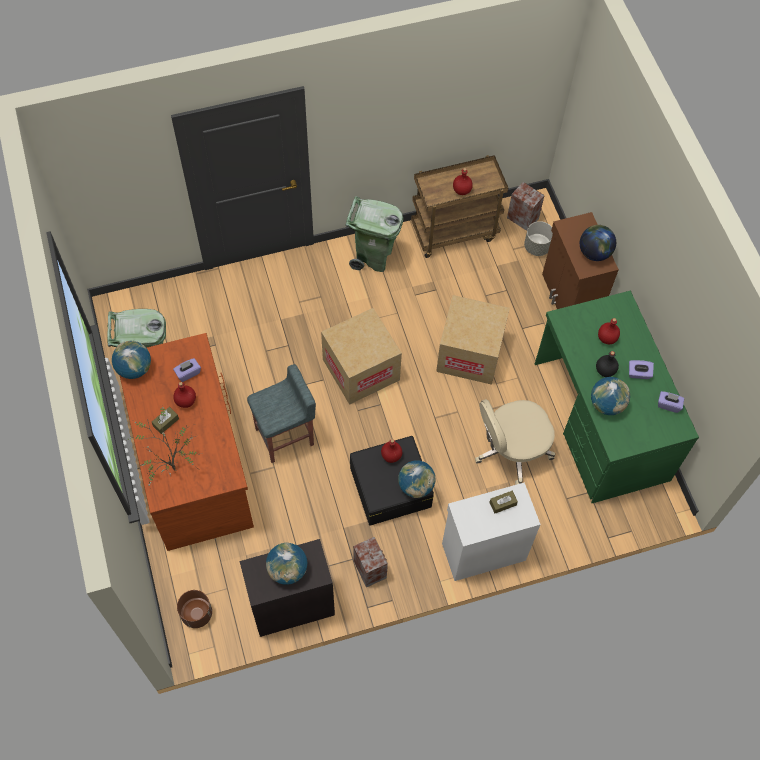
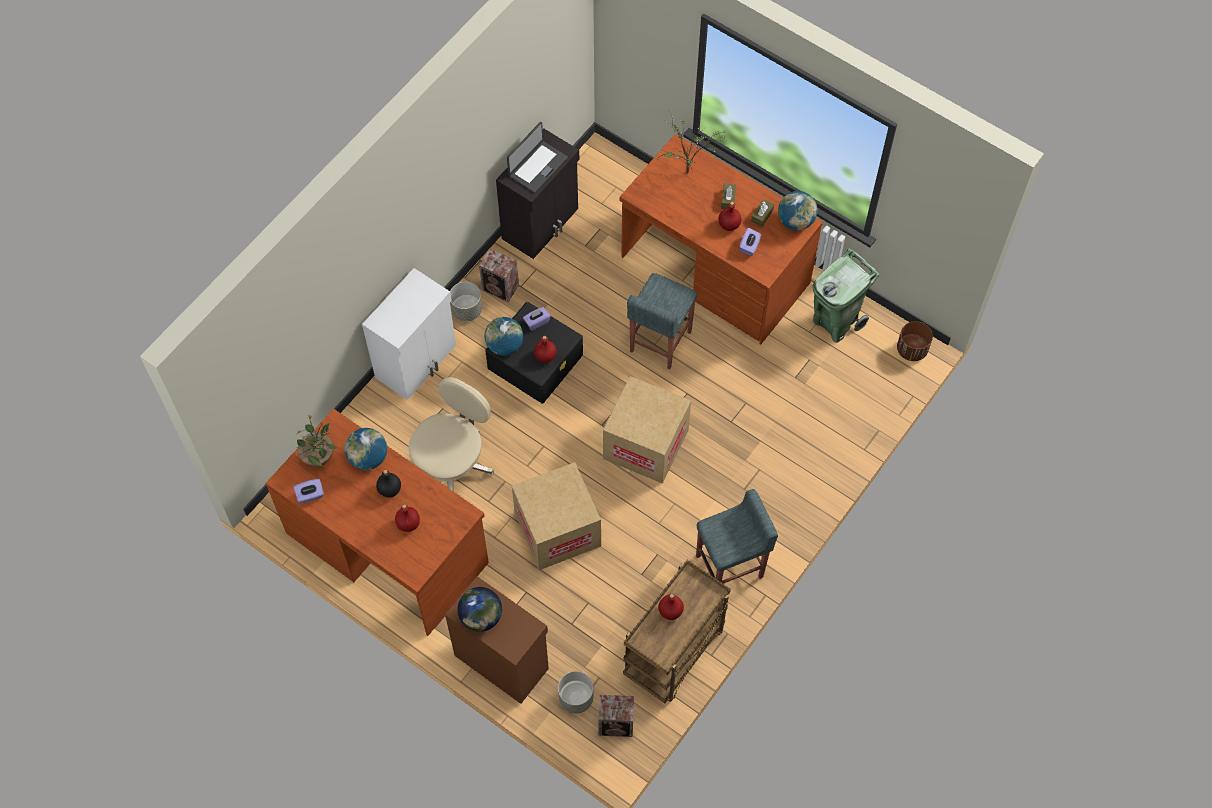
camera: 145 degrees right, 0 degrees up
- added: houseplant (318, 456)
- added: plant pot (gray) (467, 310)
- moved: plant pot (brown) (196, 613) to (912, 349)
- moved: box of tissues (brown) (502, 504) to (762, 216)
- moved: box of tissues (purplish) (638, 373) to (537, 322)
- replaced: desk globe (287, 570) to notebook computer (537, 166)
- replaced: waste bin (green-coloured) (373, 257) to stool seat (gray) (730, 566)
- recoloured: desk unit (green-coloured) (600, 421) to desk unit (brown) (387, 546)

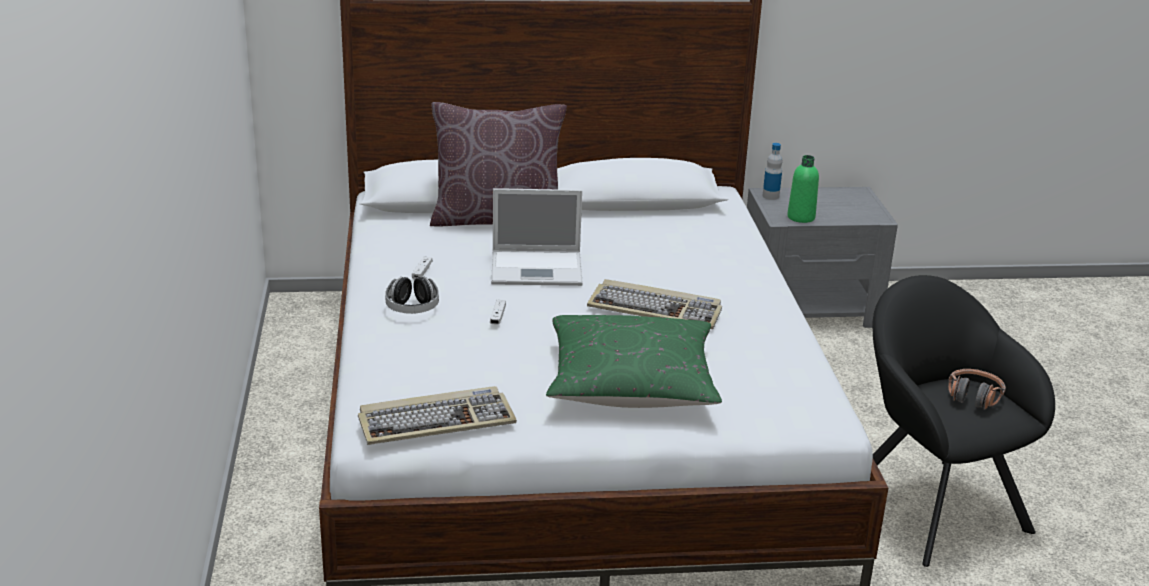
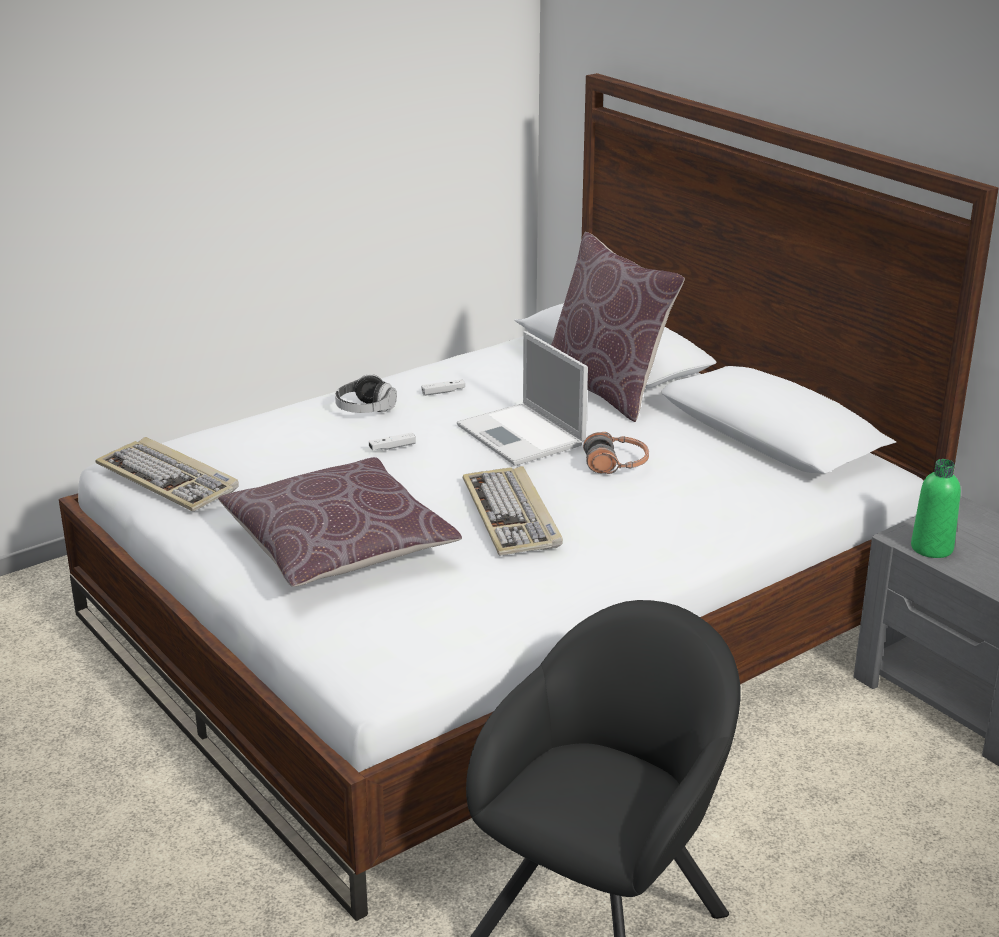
camera: 60 degrees right, 0 degrees up
- removed: beverage bottle (770, 196)
- moved: headphones (973, 396) to (616, 464)
- recoloured: throw pillow (green-coloured) (631, 383) to throw pillow (brown) (338, 547)

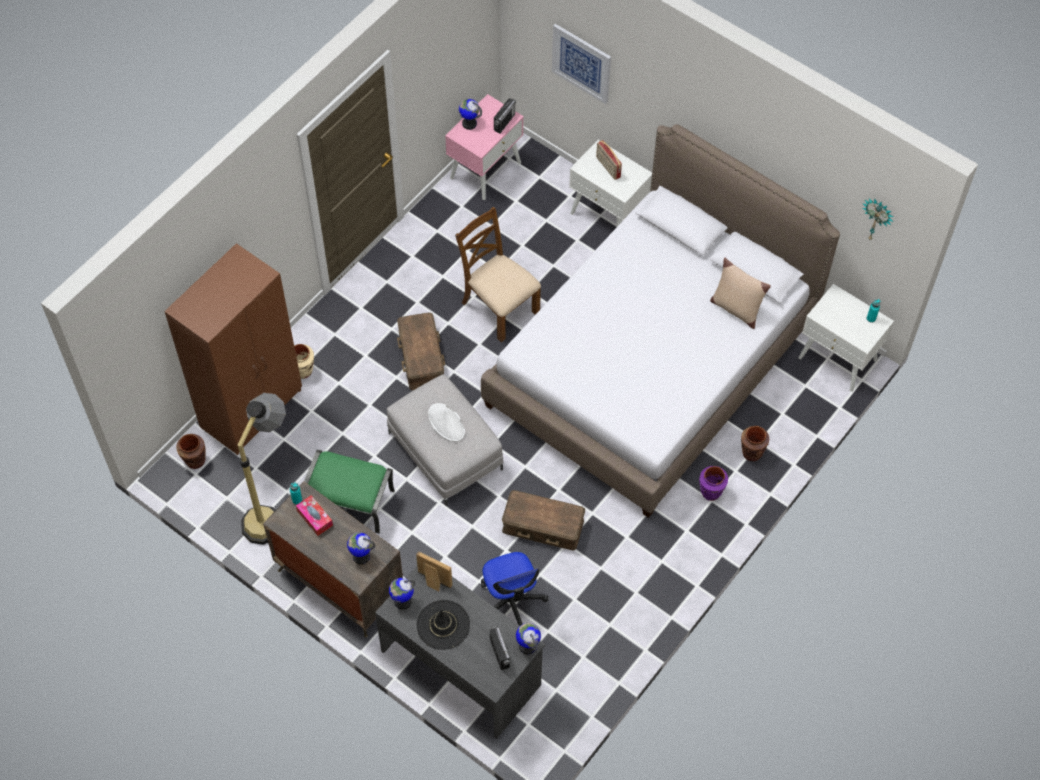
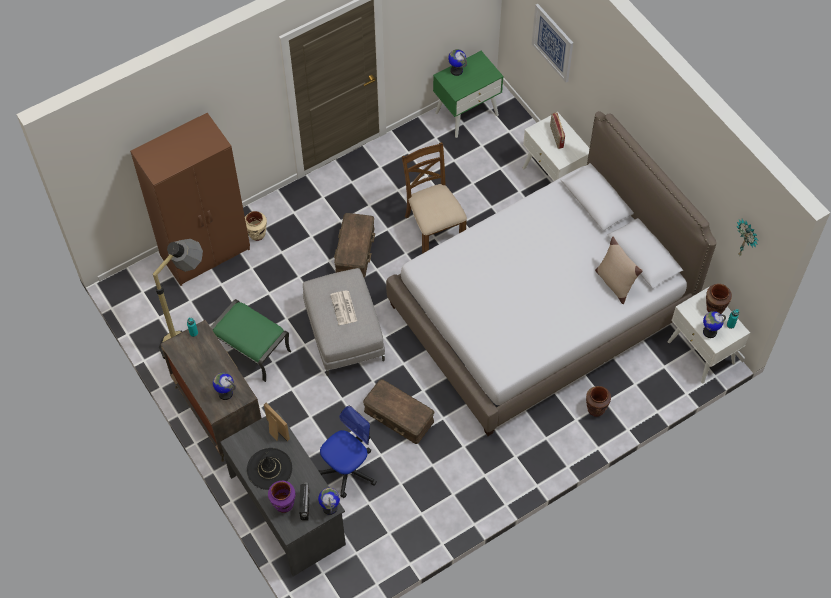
camera: 20 degrees right, 0 degrees up
- removed: box of tissues (315, 518)
- removed: radio (504, 122)
- moved: flower vase (brown) (195, 460) to (714, 308)
- moved: desk globe (402, 601) to (709, 331)
- moved: flower vase (purplish) (710, 492) to (284, 504)
- replaced: wearable hat (white-coloured) (446, 423) to daily paper (344, 308)
- recoloured: bedside table (pink) (485, 169) to bedside table (green-coloured) (467, 113)
- turned: office chair (510, 602) = (348, 470) 135 degrees counterclockwise

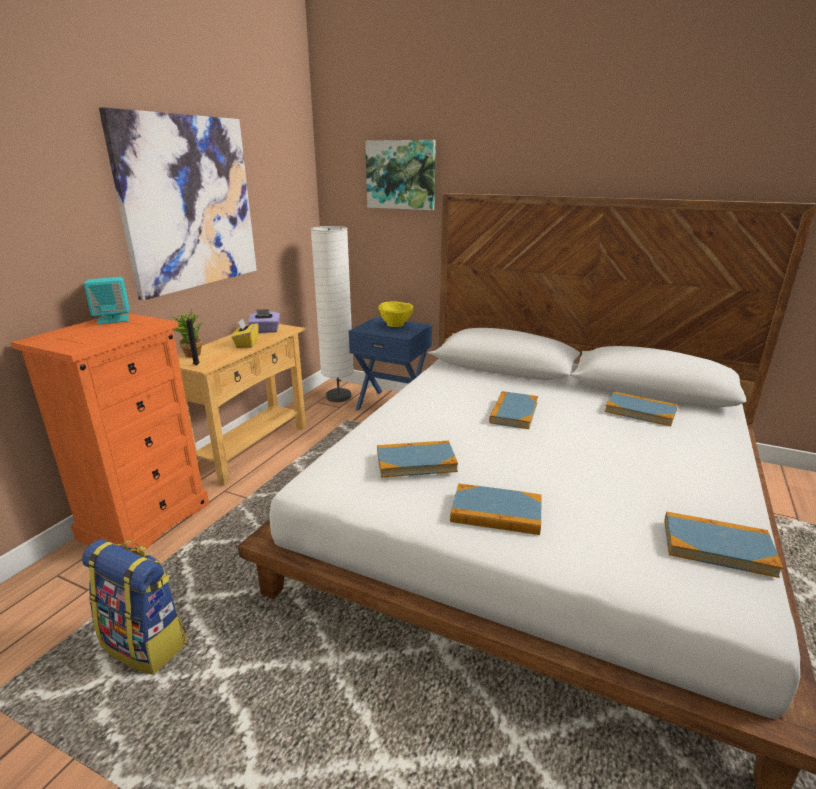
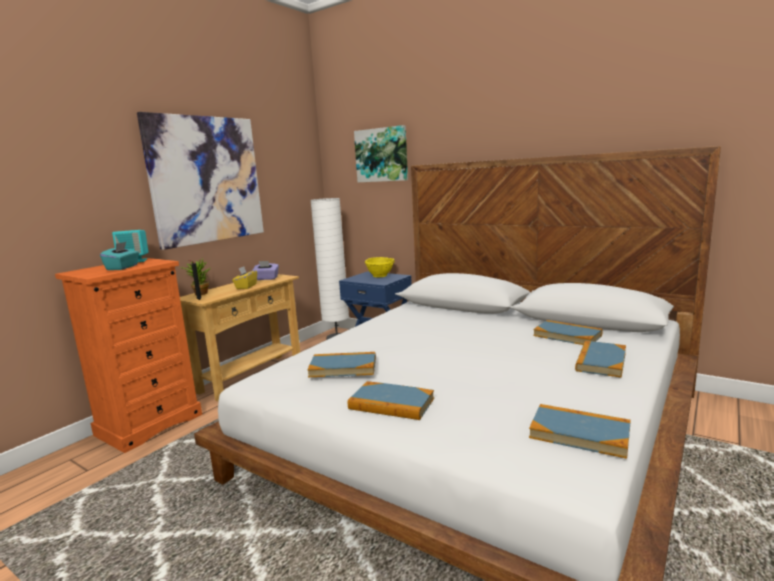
camera: 10 degrees right, 10 degrees down
- removed: knapsack (146, 643)
- added: box of tissues (turquoise-coloured) (123, 267)
- moved: book (513, 412) to (601, 361)

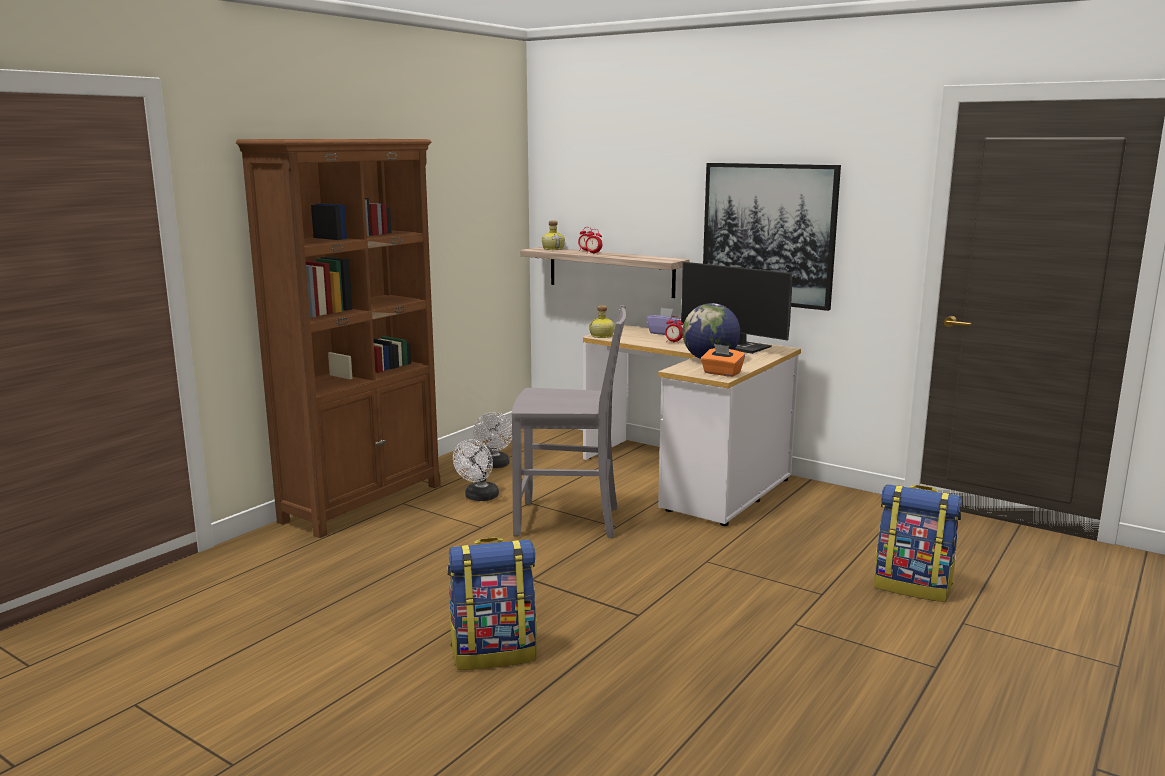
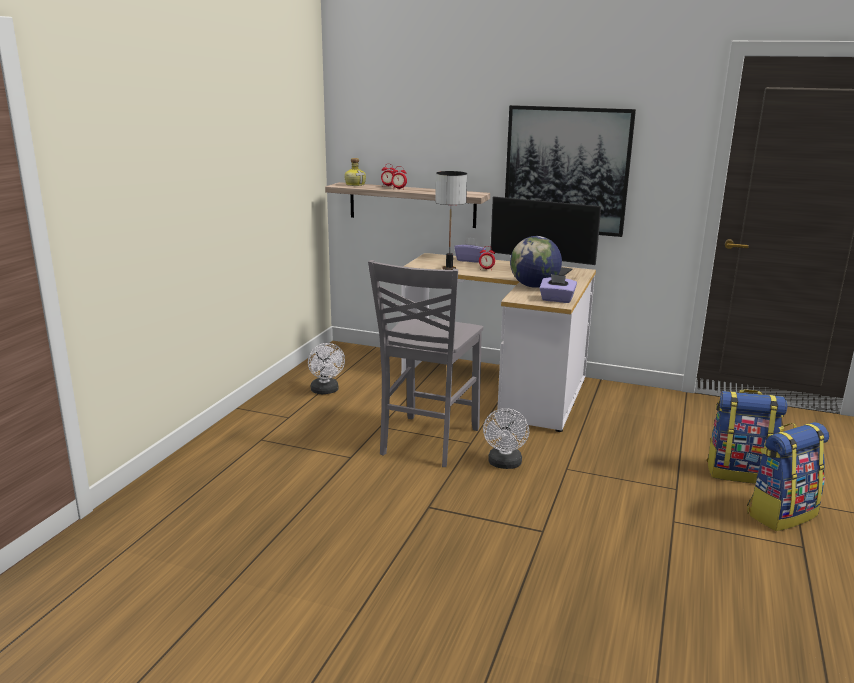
camera: 15 degrees left, 5 degrees up
- removed: bookcase (brown) (363, 502)
- removed: beverage bottle (602, 336)
- added: lamp for a table (449, 268)
- moved: knapsack (494, 653) to (780, 514)
- moved: fan (white-coloured) (479, 498) to (504, 464)
- recoloured: box of tissues (orangey) (721, 373) to box of tissues (purplish) (557, 300)
- turned: upright chair (gray) (569, 521) = (427, 442) 120 degrees clockwise

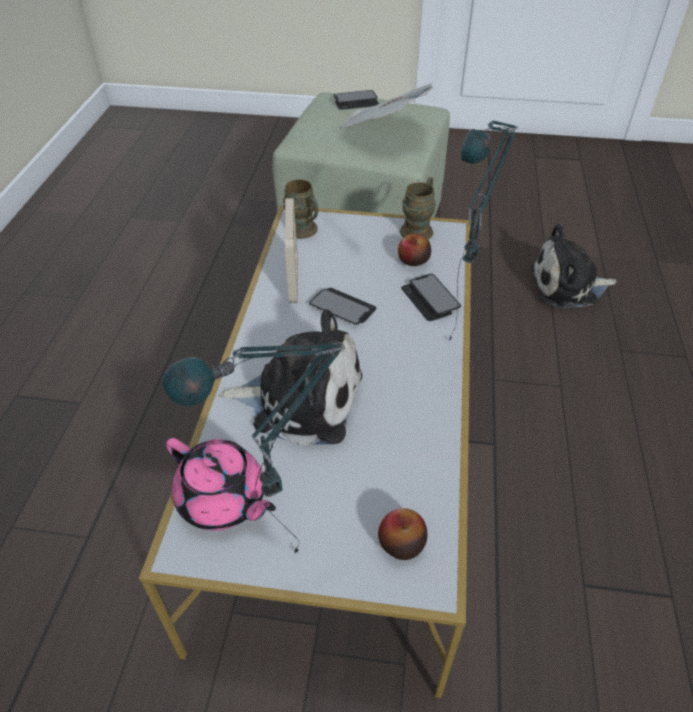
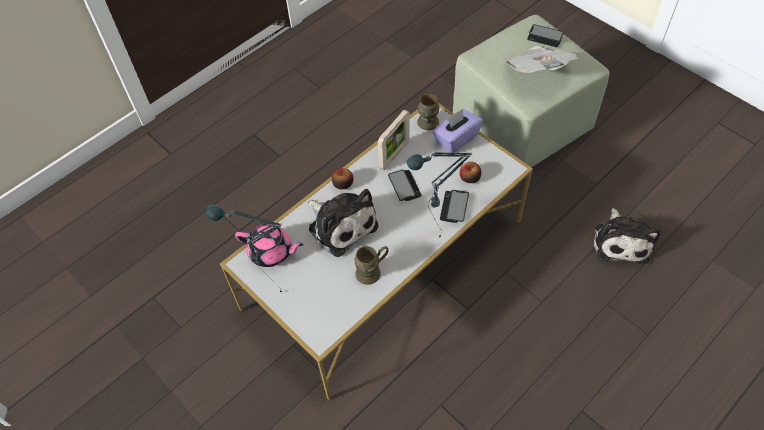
camera: 40 degrees right, 10 degrees up
- added: box of tissues (purplish) (456, 139)
- moved: apple fruit (401, 543) to (343, 183)
- moved: coffee mug (brown) (419, 228) to (372, 271)
- turned: pot for tea (pink) (223, 500) = (271, 252) 60 degrees counterclockwise
- turned: plush toy (568, 286) = (621, 241) 120 degrees counterclockwise

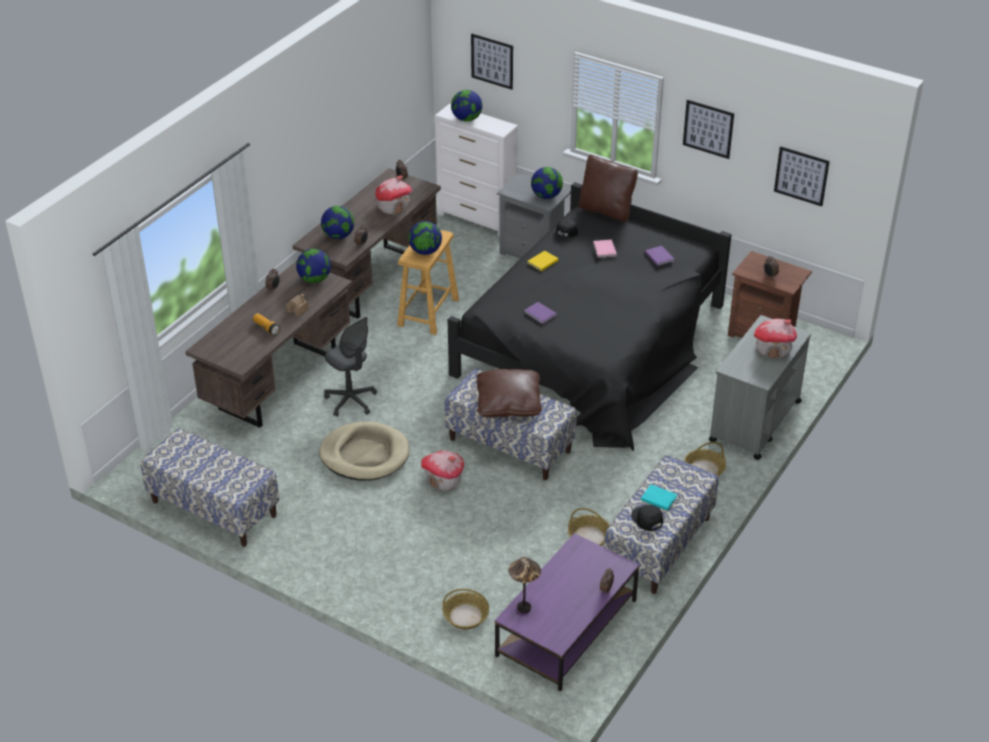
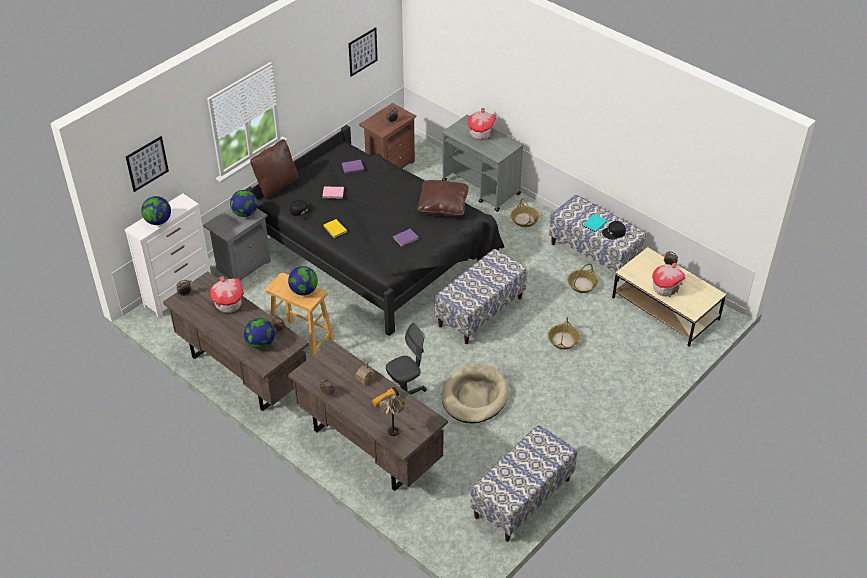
camera: 80 degrees left, 5 degrees up
- removed: desk globe (314, 279)
- removed: wall picture (708, 129)
- moved: miniature house (443, 480) to (666, 288)
- moved: household basket (465, 616) to (563, 340)
- moved: throw pillow (brown) (508, 403) to (442, 205)
- moved: lamp for a table (524, 608) to (393, 432)
- recoloured: coffee table (purplish) (566, 628) to coffee table (beige-coloured) (666, 308)

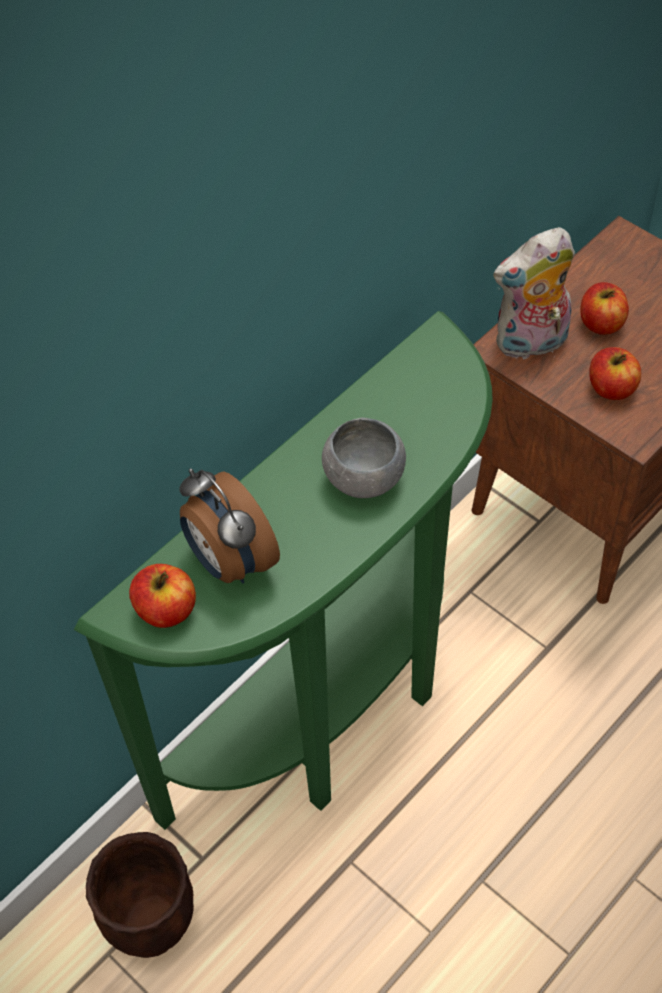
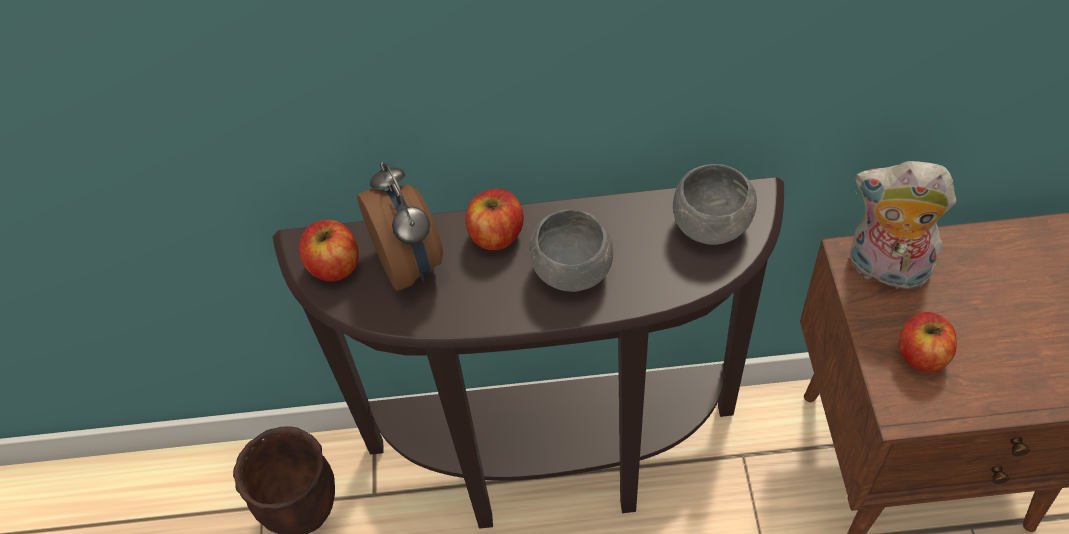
camera: 45 degrees right, 0 degrees up
- added: serving bowl (gray) (711, 225)
- moved: apple fruit (601, 323) to (496, 235)
- recoloured: narrow table (green-coloured) (336, 713) to narrow table (brown) (555, 467)
- turned: alarm clock (229, 562) = (411, 263) 150 degrees clockwise

